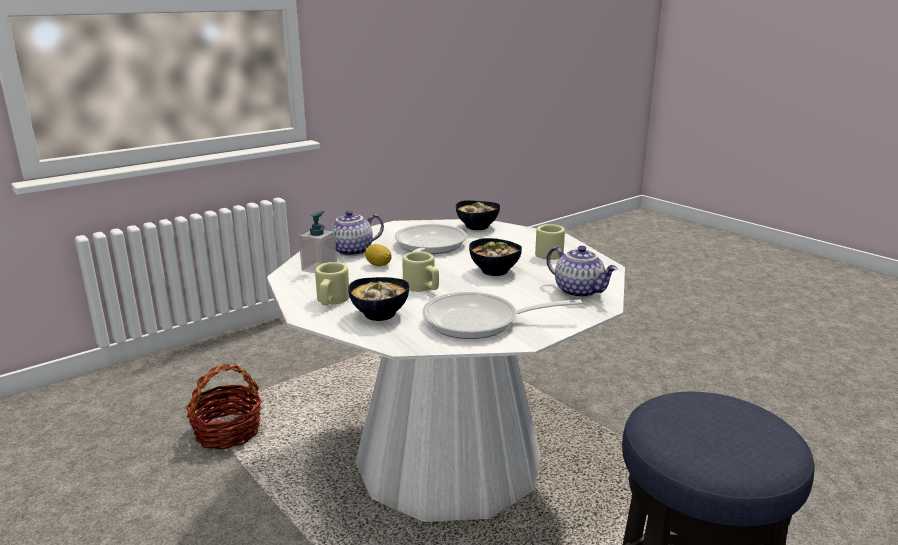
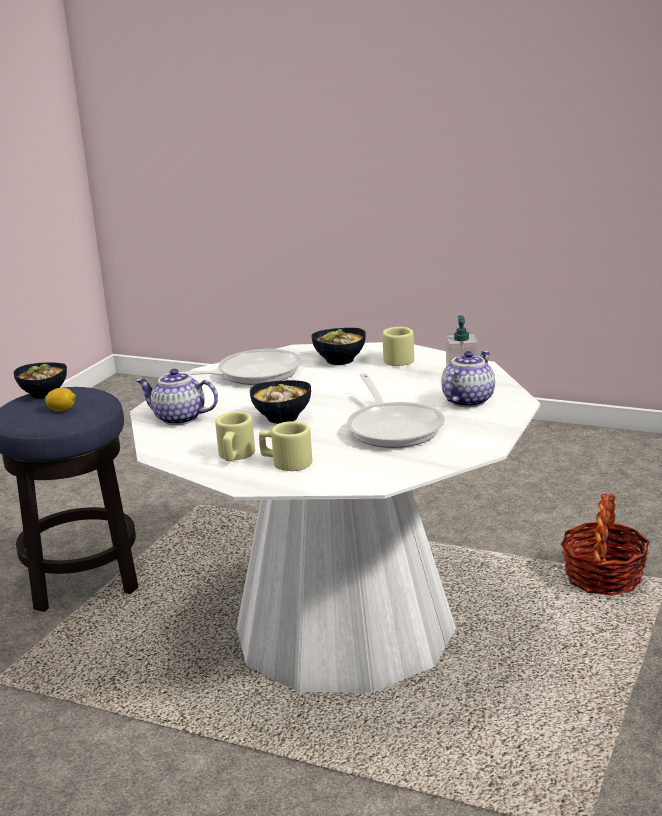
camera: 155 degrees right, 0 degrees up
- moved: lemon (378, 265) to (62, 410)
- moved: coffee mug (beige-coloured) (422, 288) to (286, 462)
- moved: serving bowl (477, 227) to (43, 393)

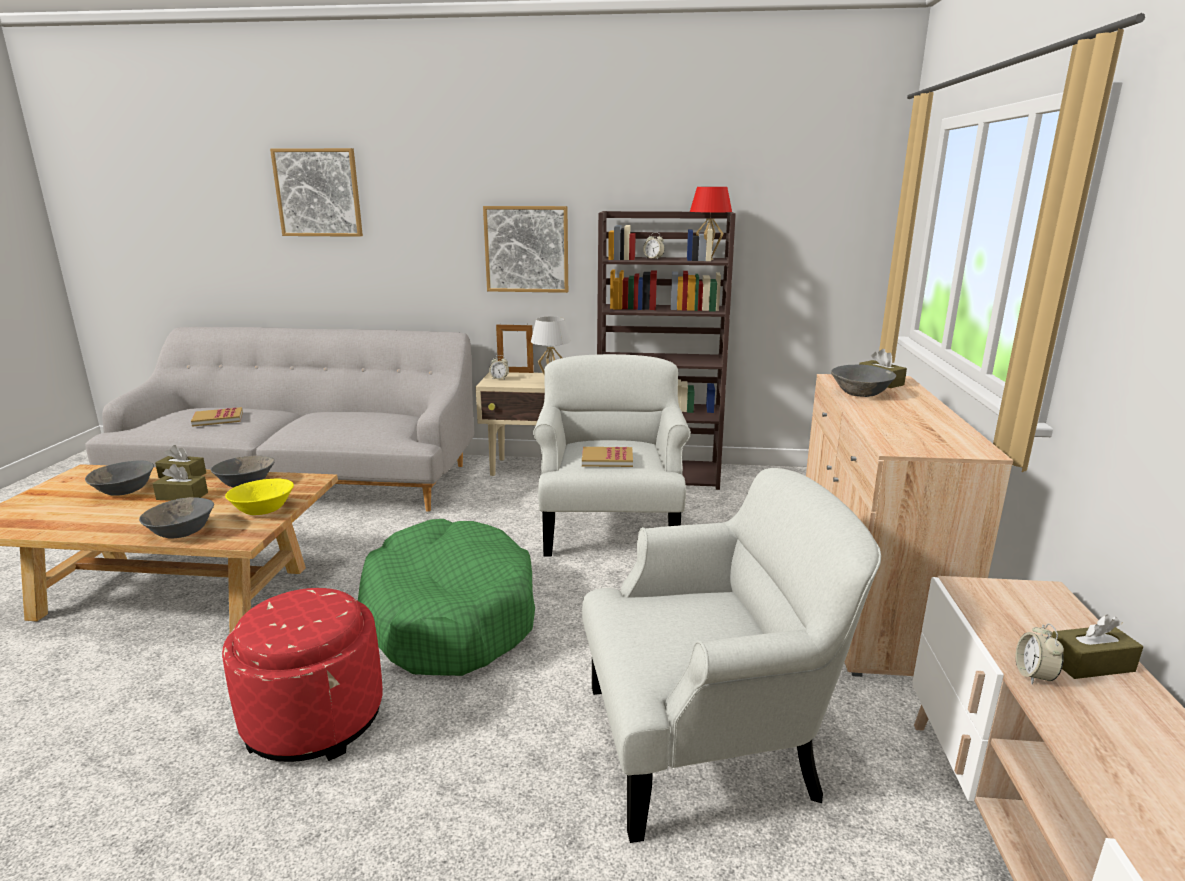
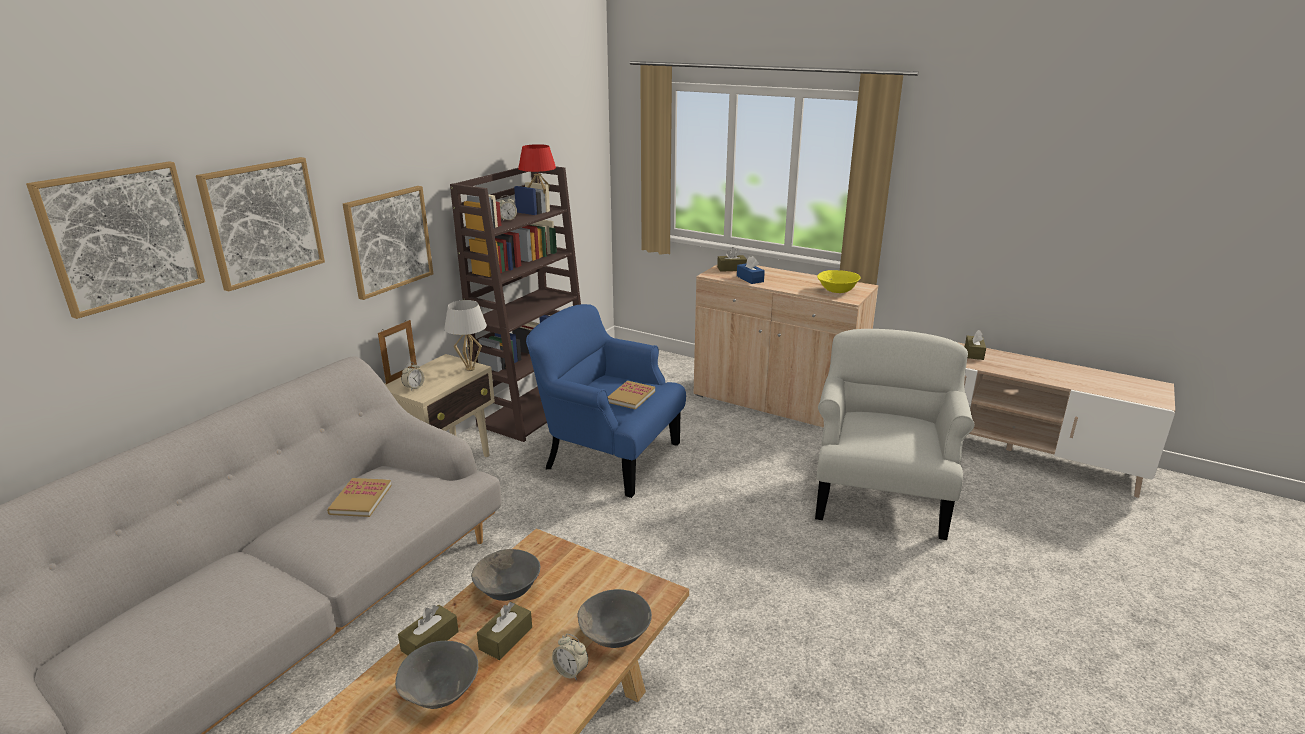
camera: 65 degrees left, 5 degrees up
- removed: footrest (reddish) (314, 719)
- removed: dog bed (green-coloured) (448, 616)
- added: wall picture (263, 222)
- moved: book (218, 419) to (360, 499)
- moved: serving bowl (yellow) (263, 510) to (837, 290)
- moved: alarm clock (1034, 675) to (571, 671)
- replaced: serving bowl (gray) (860, 393) to box of tissues (blue) (750, 279)
- recoloured: armchair (white-coloured) (610, 526) to armchair (blue) (608, 456)

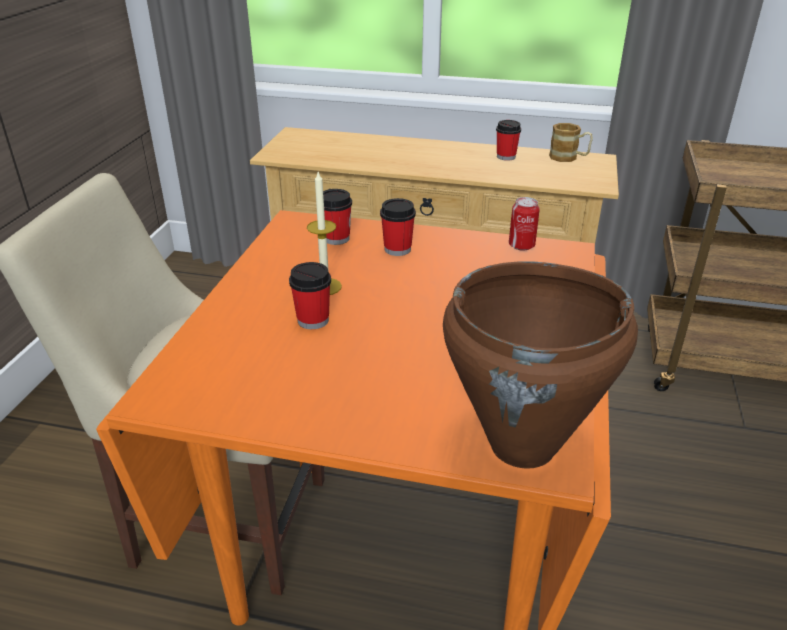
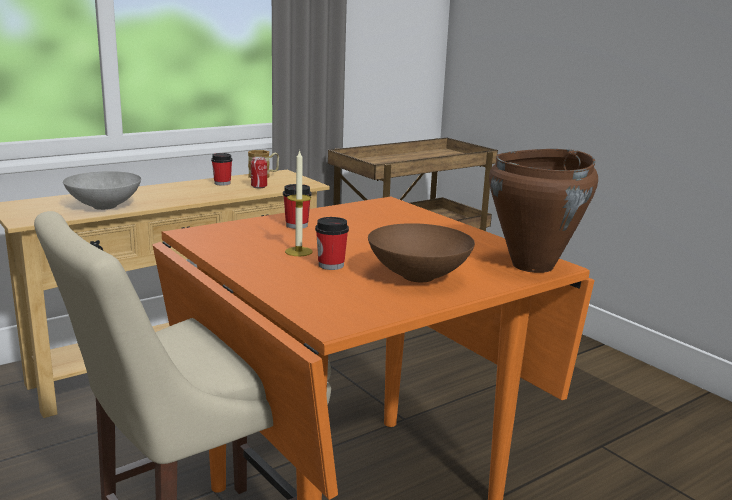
camera: 50 degrees left, 15 degrees down
- removed: cup (336, 238)
- added: serving bowl (gray) (105, 206)
- added: serving bowl (brown) (416, 276)
- moved: can (521, 245) to (259, 187)

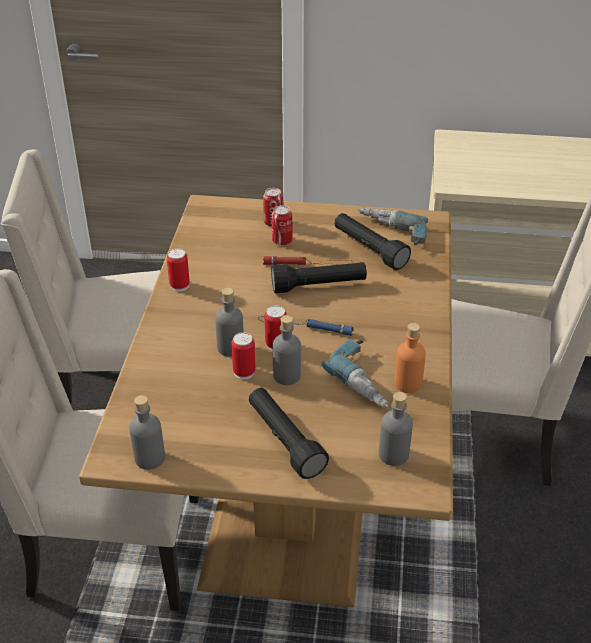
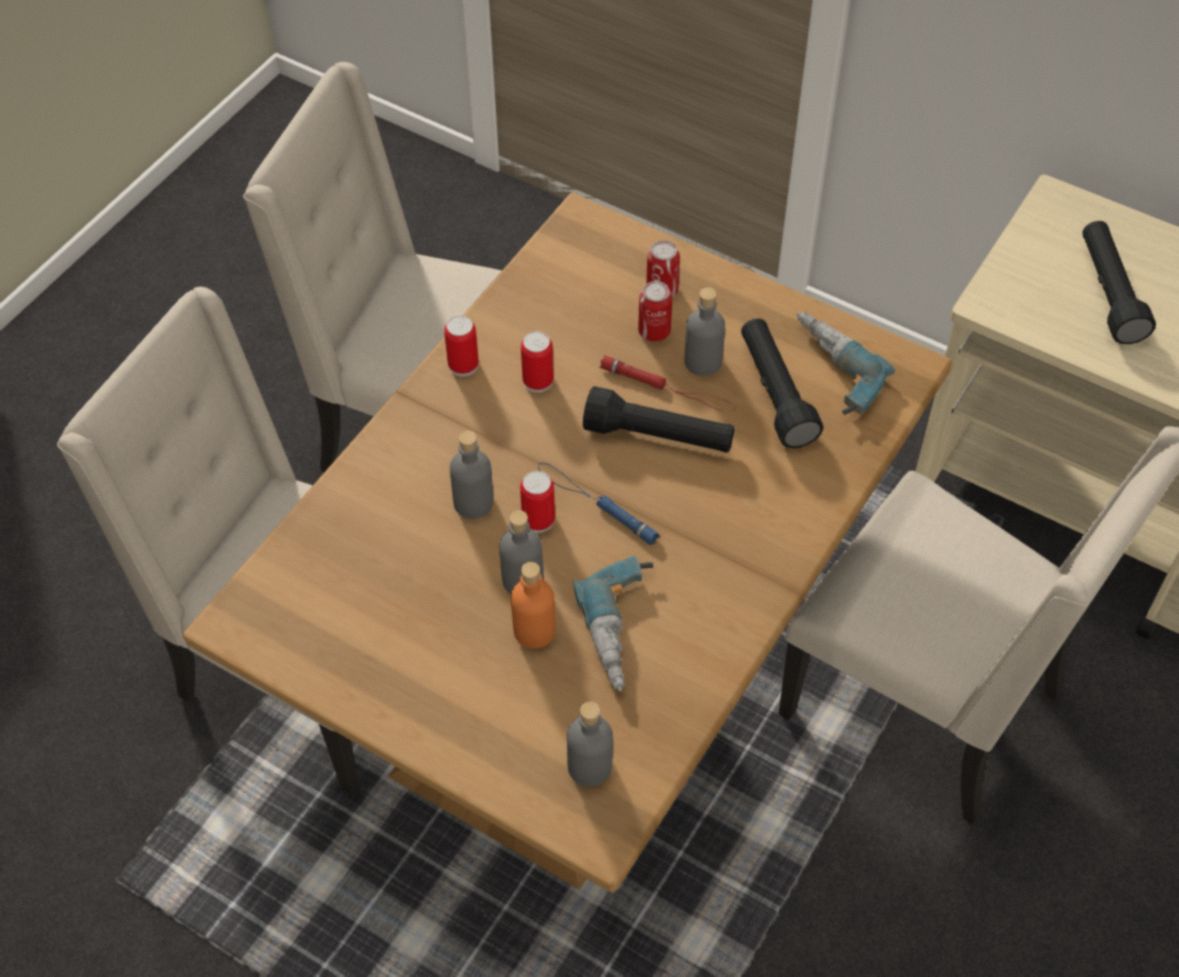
camera: 25 degrees right, 15 degrees up
- moved: beverage bottle (gray) (149, 458) to (703, 361)
- moved: can (244, 372) to (538, 381)
- moved: torch (black) (284, 441) to (1108, 293)
- moved: beverage bottle (orangey) (408, 384) to (534, 630)

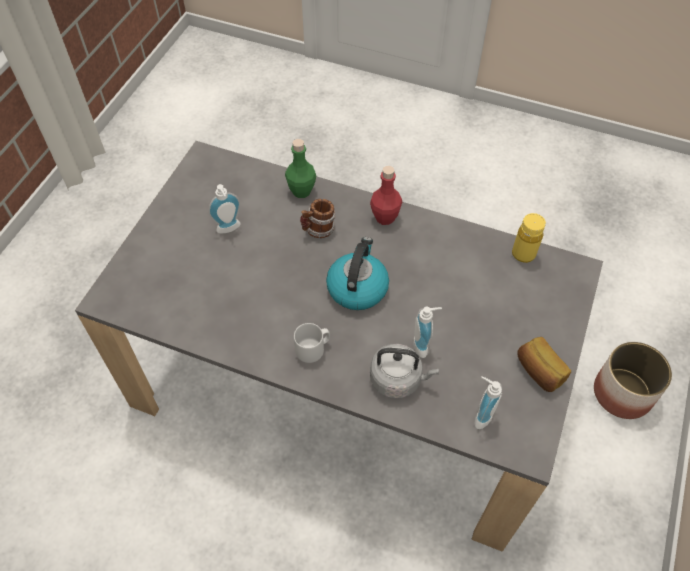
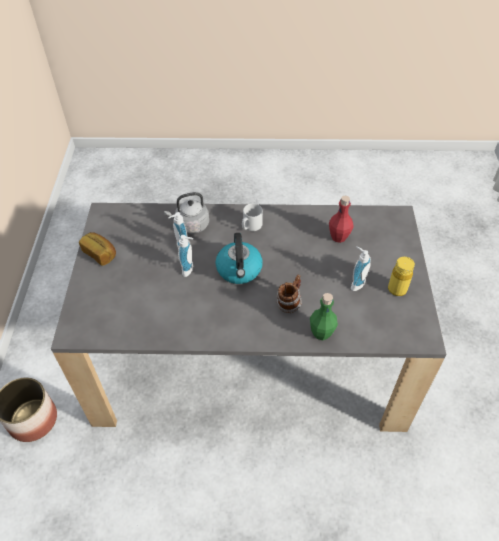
camera: 160 degrees right, 5 degrees down
- moved: beverage bottle (reddish) (385, 217) to (338, 237)
- moved: liquid soap bottle (480, 415) to (189, 269)
- moved: beverage bottle (yellow) (523, 254) to (397, 289)

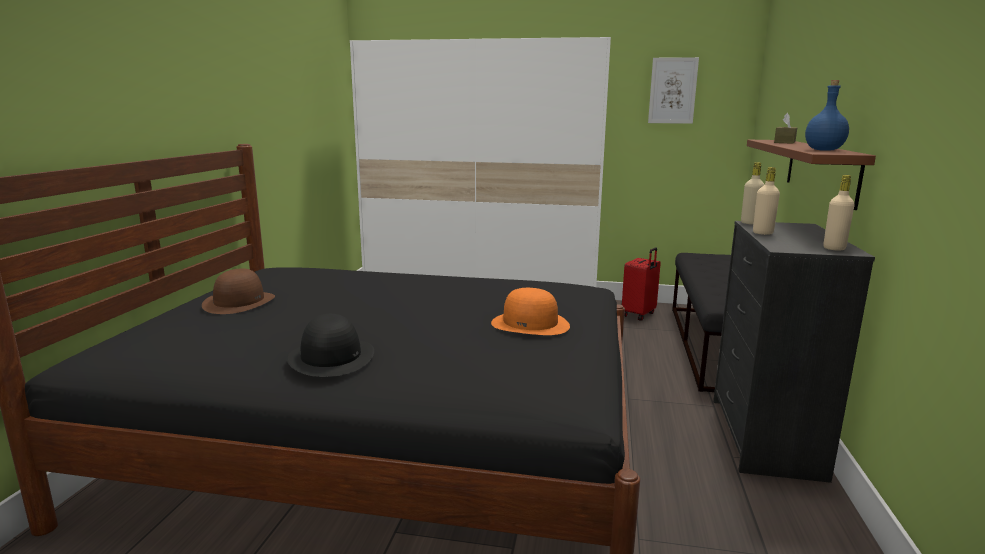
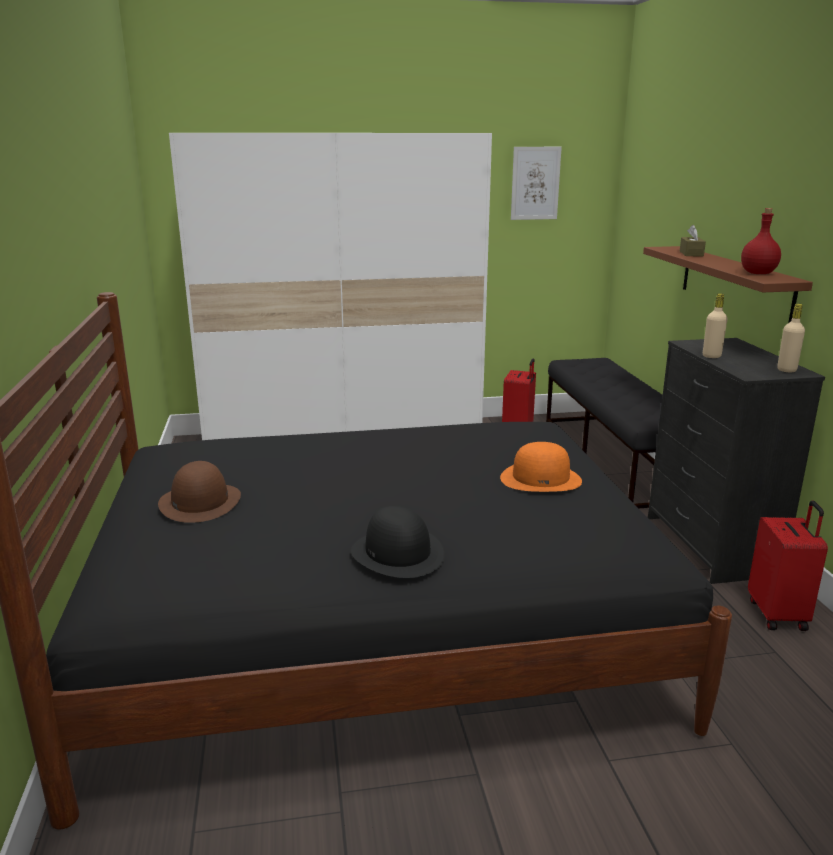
camera: 20 degrees left, 5 degrees up
- removed: beverage bottle (beige-coloured) (749, 223)
- added: travel case (reddish) (778, 614)
- recoloured: beverage bottle (blue) (824, 150) to beverage bottle (reddish) (758, 273)

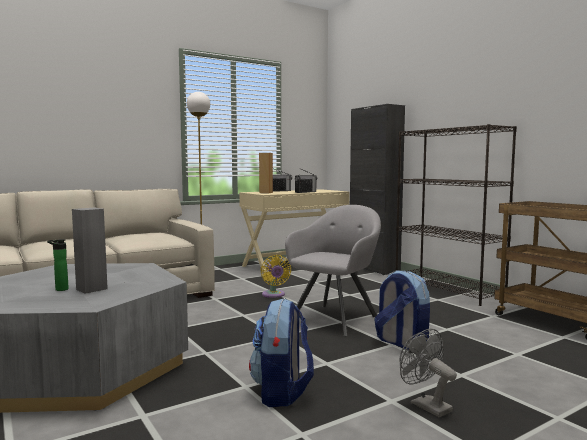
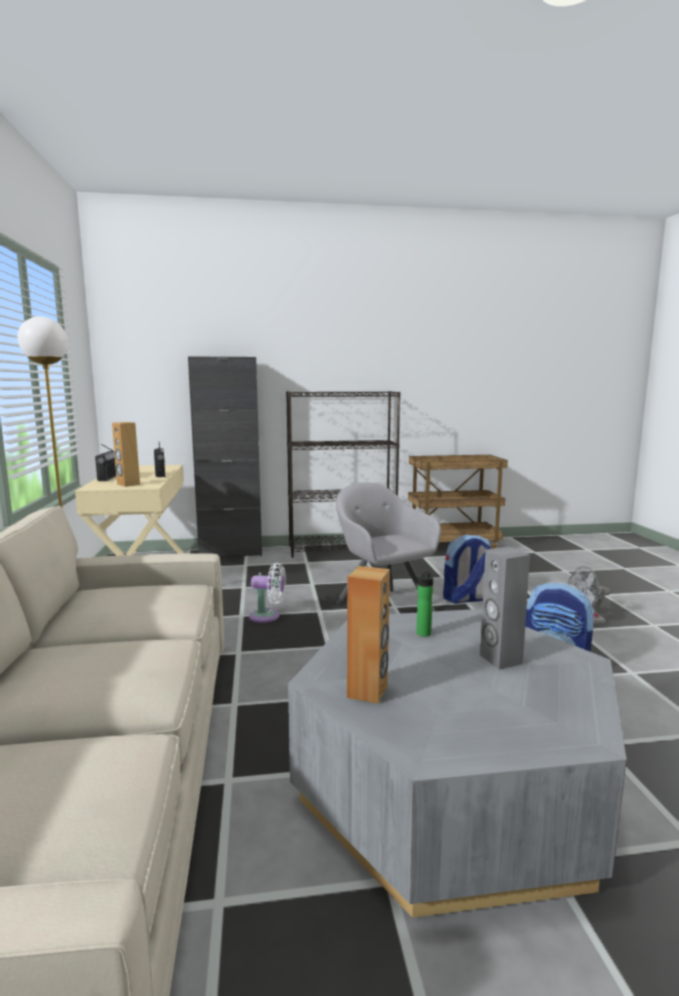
camera: 65 degrees left, 5 degrees up
- added: loudspeaker (brown) (368, 691)
- moved: beverage bottle (60, 289) to (422, 634)
- recoloured: fan (yellow) (274, 295) to fan (white-coloured) (267, 616)

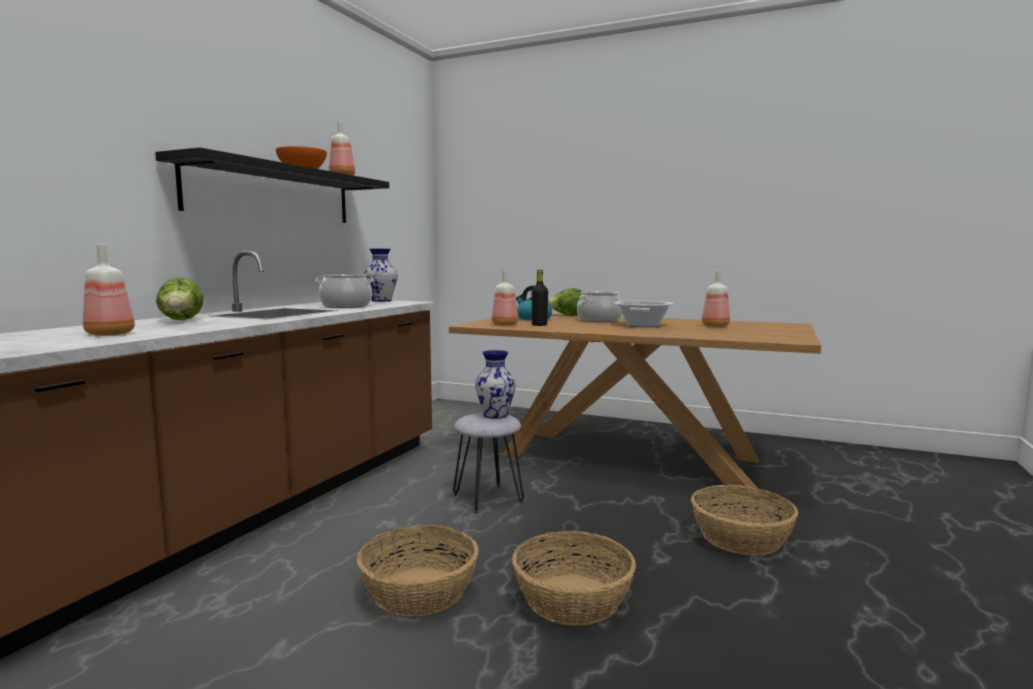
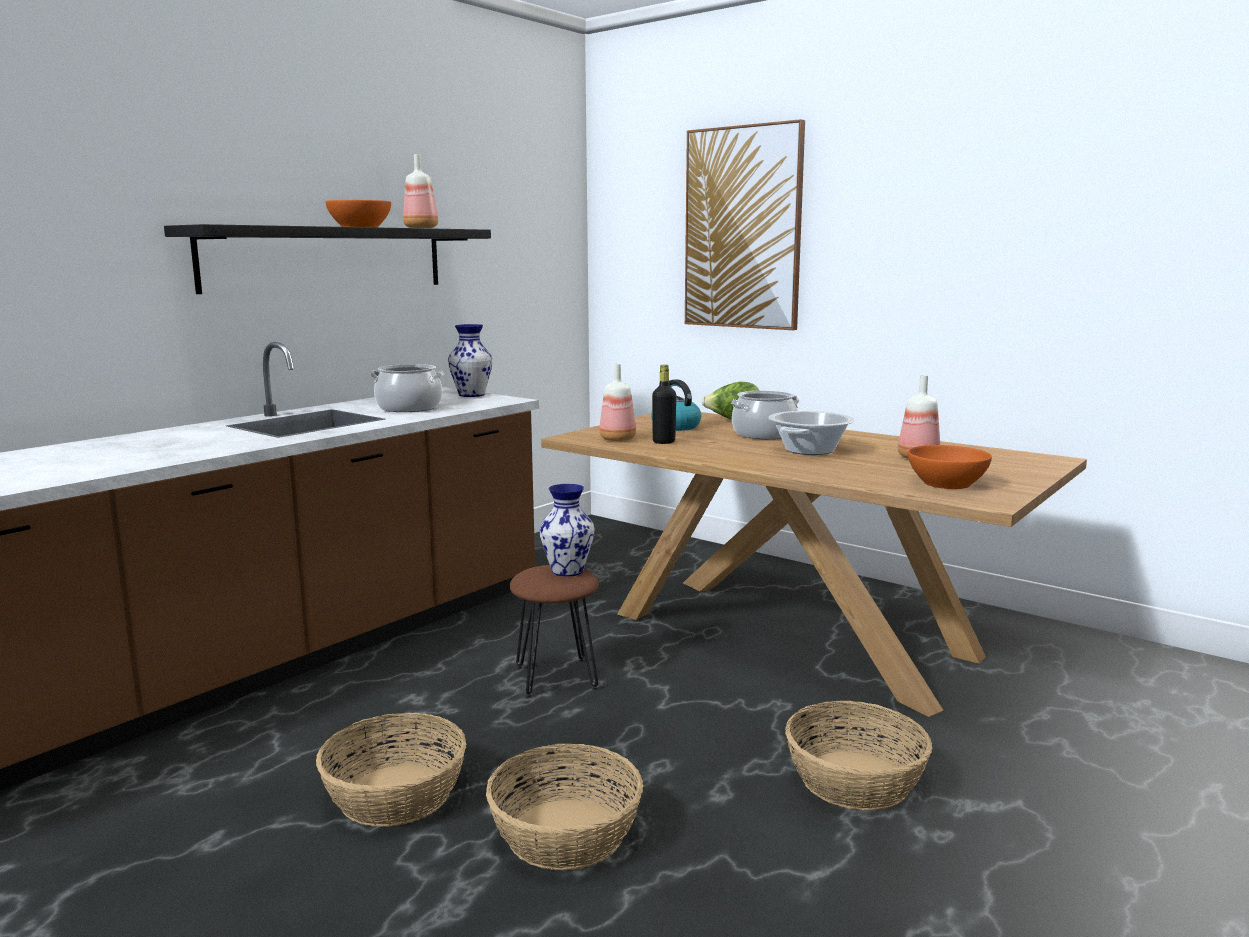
camera: 15 degrees right, 5 degrees up
- removed: beverage bottle (110, 334)
- removed: head of lettuce (182, 320)
- added: wall picture (743, 228)
- added: serving bowl (orangey) (947, 483)
- recoloured: stool seat (gray) (487, 498) to stool seat (brown) (555, 678)

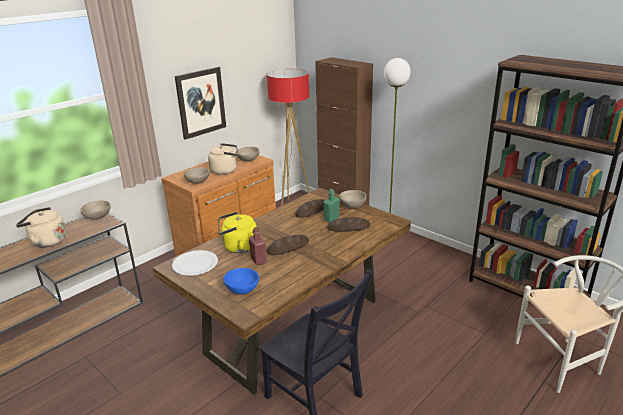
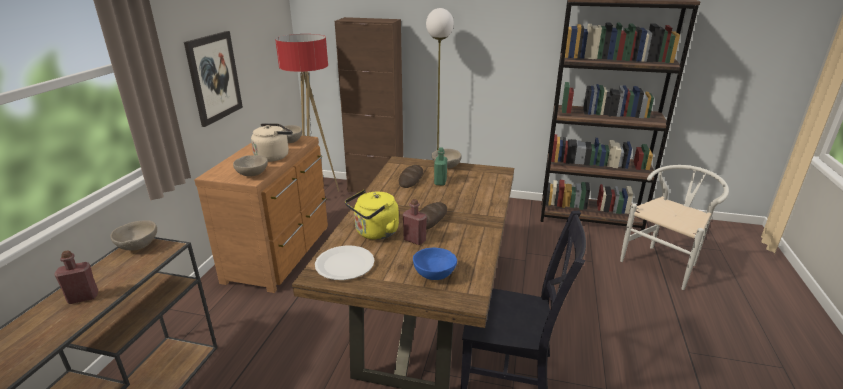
camera: 30 degrees left, 0 degrees up
- removed: baked bread (348, 227)
- replaced: tea kettle (beige-coloured) (46, 241) to beverage bottle (reddish) (83, 297)

